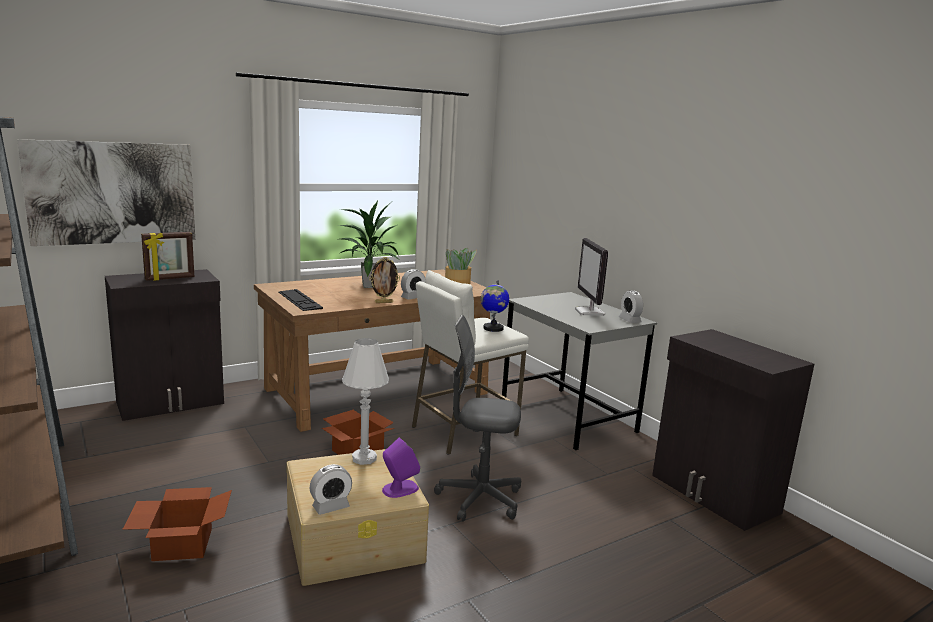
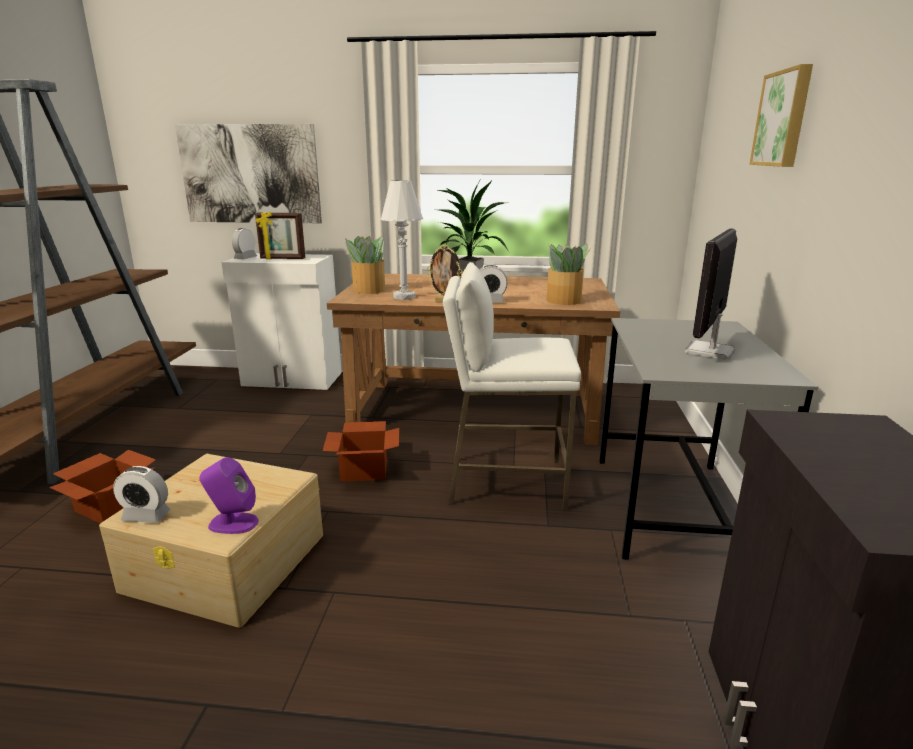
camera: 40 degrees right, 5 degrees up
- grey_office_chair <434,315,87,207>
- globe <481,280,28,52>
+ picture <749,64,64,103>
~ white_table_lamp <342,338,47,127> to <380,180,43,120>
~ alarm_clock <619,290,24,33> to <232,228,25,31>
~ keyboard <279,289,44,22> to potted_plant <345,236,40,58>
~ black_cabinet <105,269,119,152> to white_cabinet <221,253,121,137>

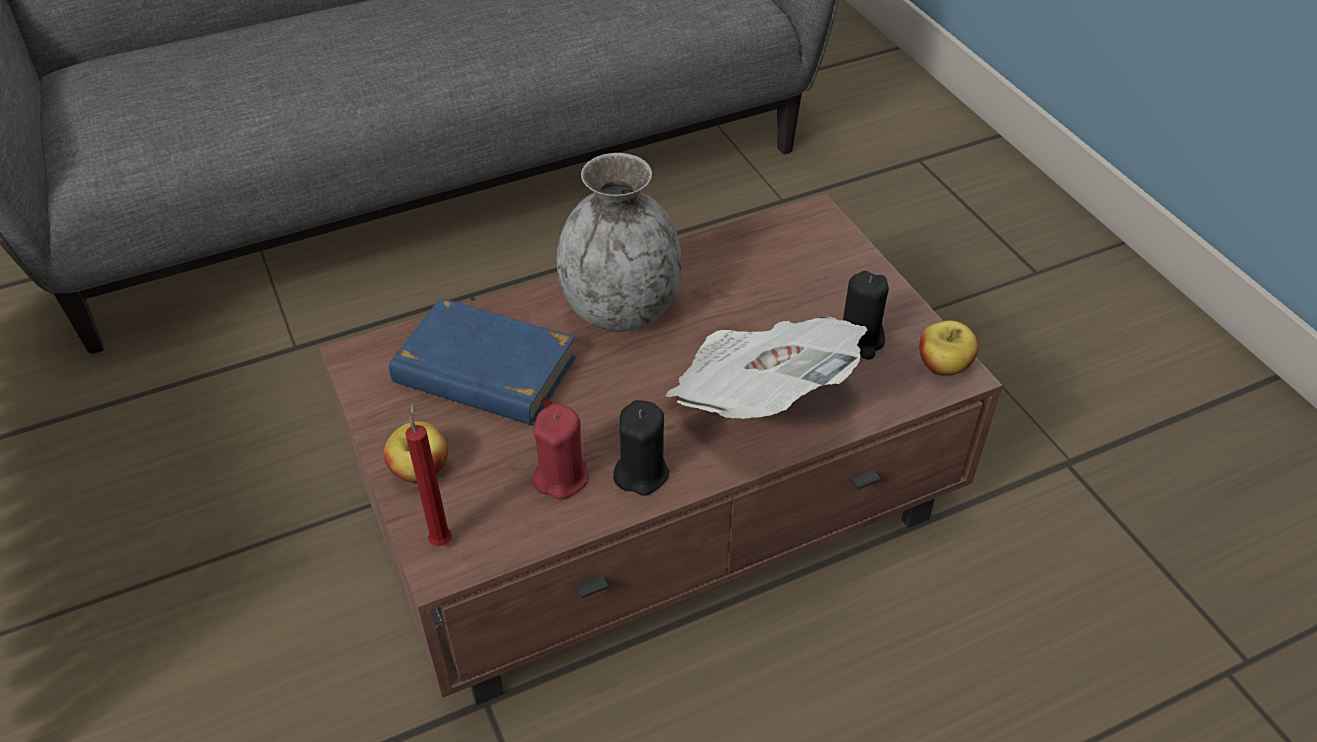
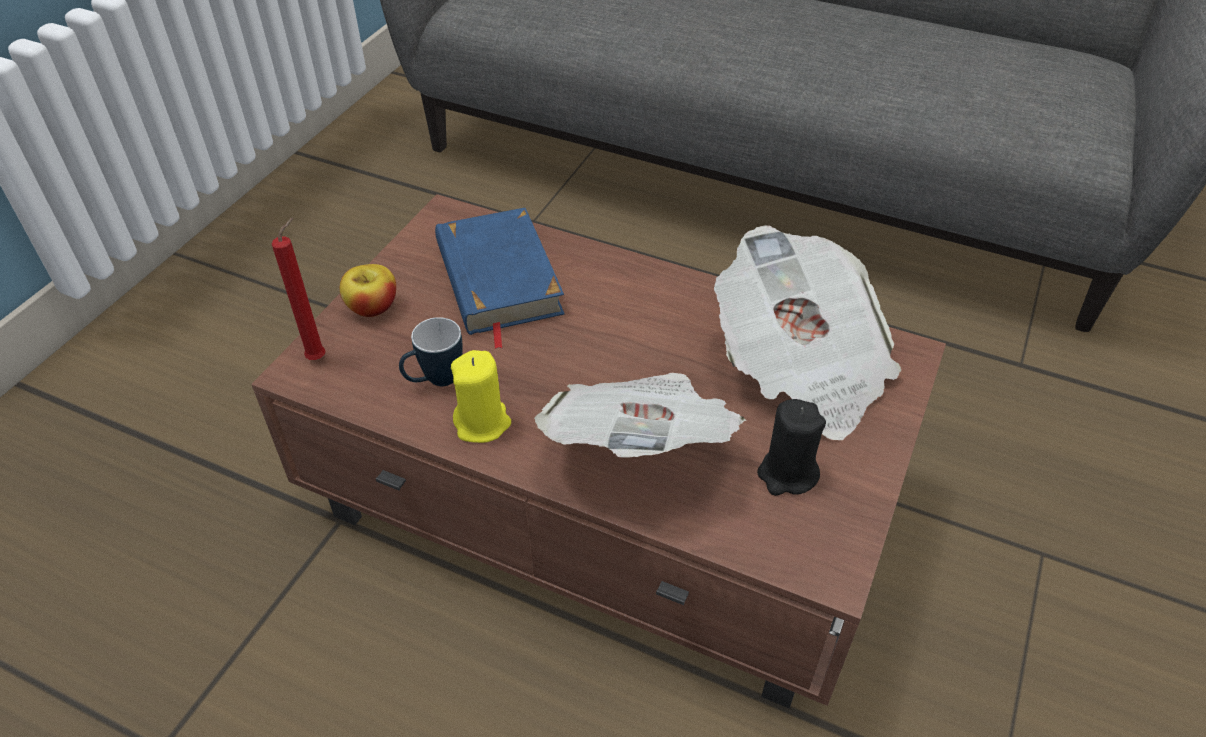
camera: 50 degrees right, 0 degrees up
- grey_vase <556,153,126,179>
- apple <919,321,59,55>
+ newspaper <714,225,187,215>
~ red_candle <532,404,57,96> to mug <399,317,64,69>
~ black_candle <613,400,56,95> to yellow_candle <451,350,60,93>

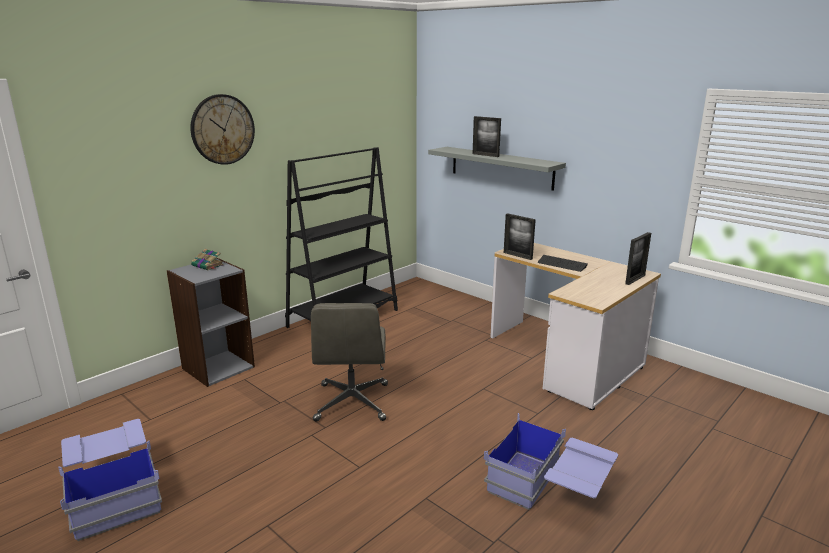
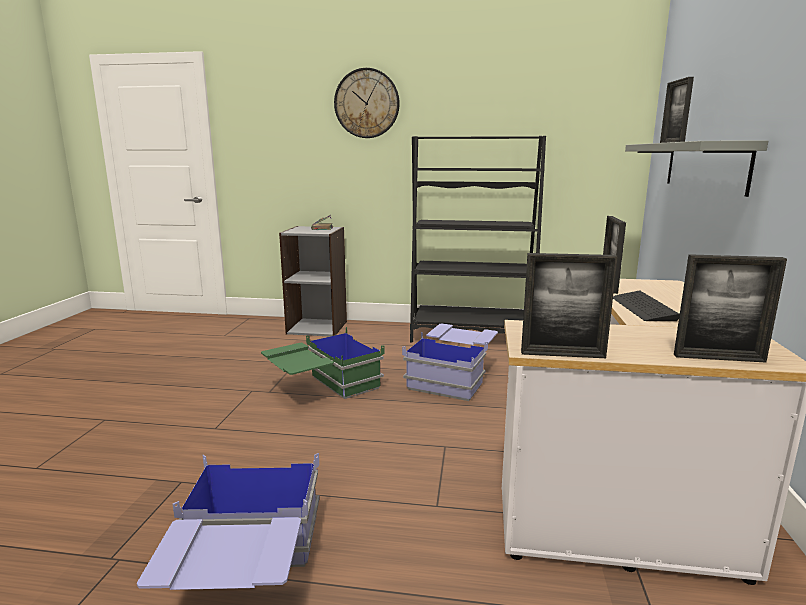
camera: 55 degrees right, 5 degrees down
+ picture_frame <521,253,96,105>
~ blue_storage_box <58,419,104,122> to <402,324,96,77>
~ grey_office_chair <311,303,77,119> to green_storage_box <261,327,124,72>

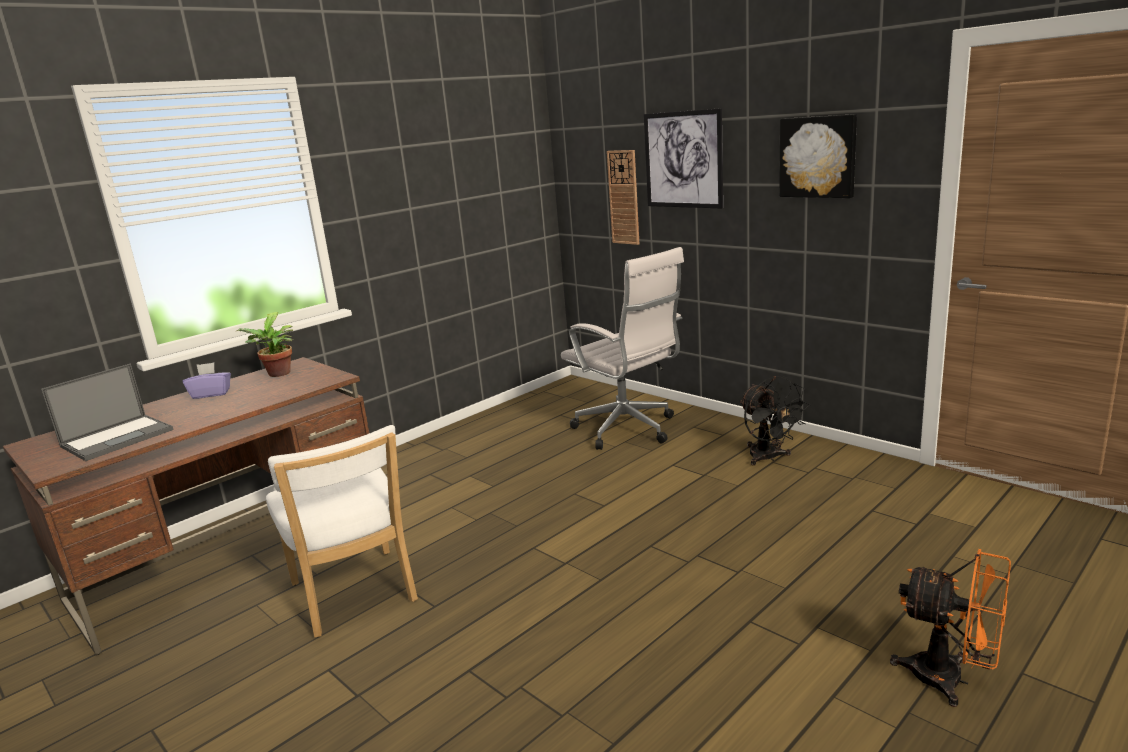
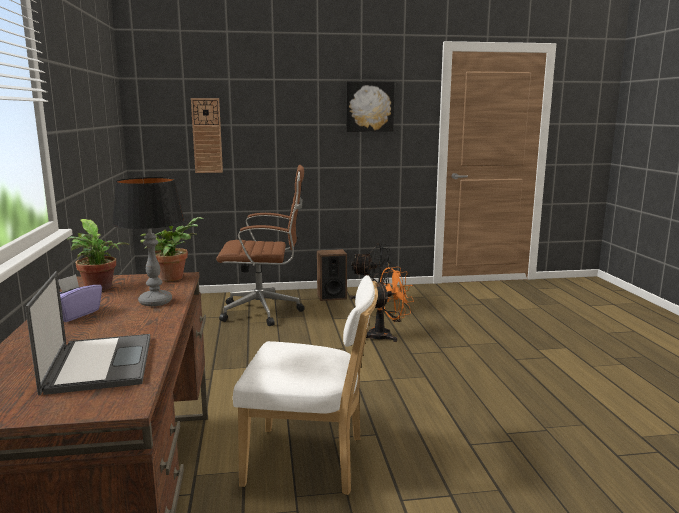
camera: 55 degrees left, 5 degrees down
- picture <644,108,79,101>
+ table_lamp <112,177,73,129>
+ potted_plant <140,217,63,64>
+ speaker <317,249,30,52>
~ orange_fan <890,549,121,158> to <366,267,48,75>
~ white_office_chair <561,247,123,203> to brown_office_chair <216,165,89,161>

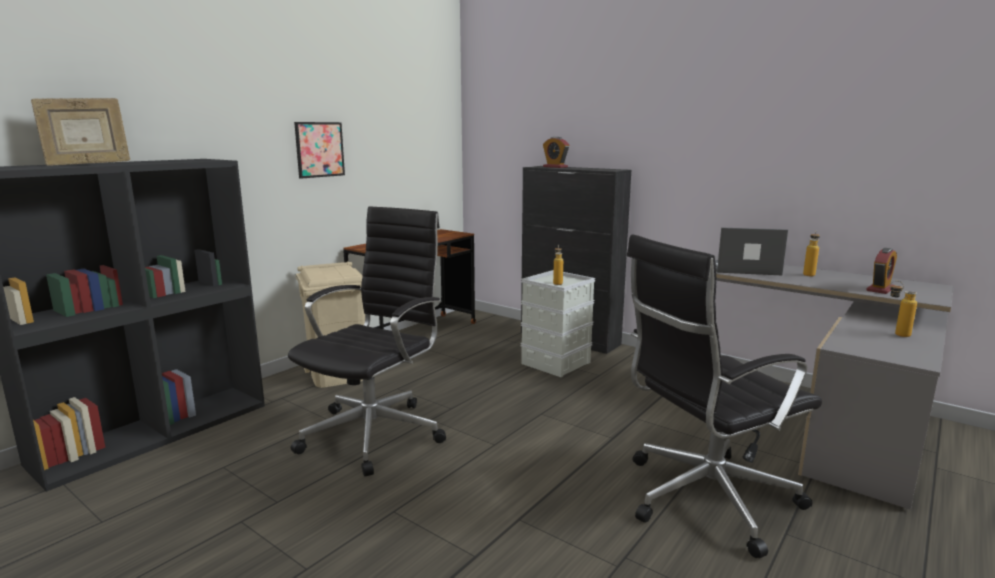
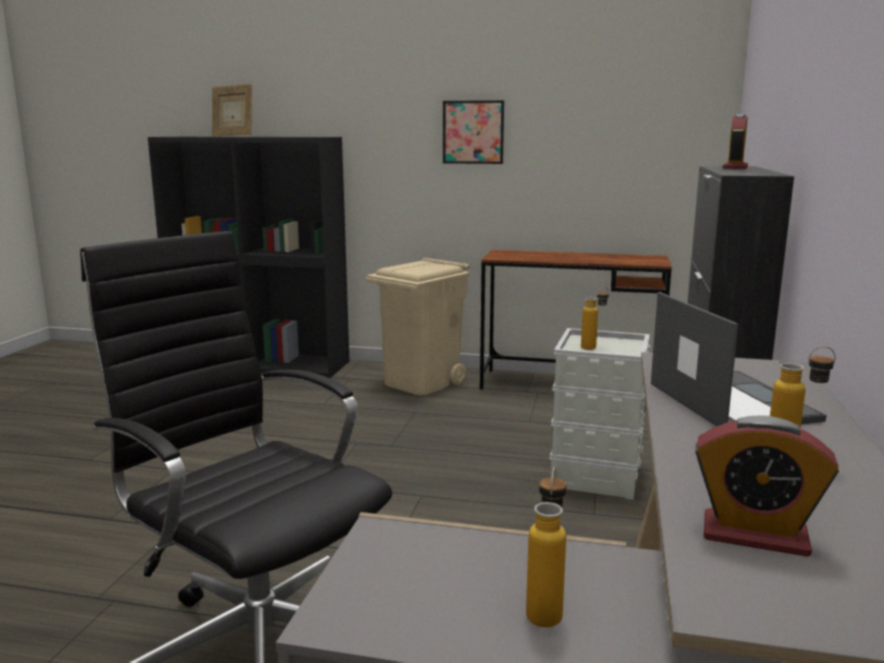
camera: 65 degrees right, 0 degrees up
- black_office_chair <288,206,158,270>

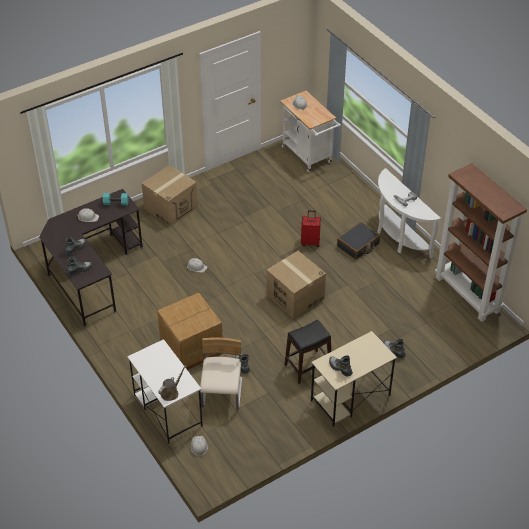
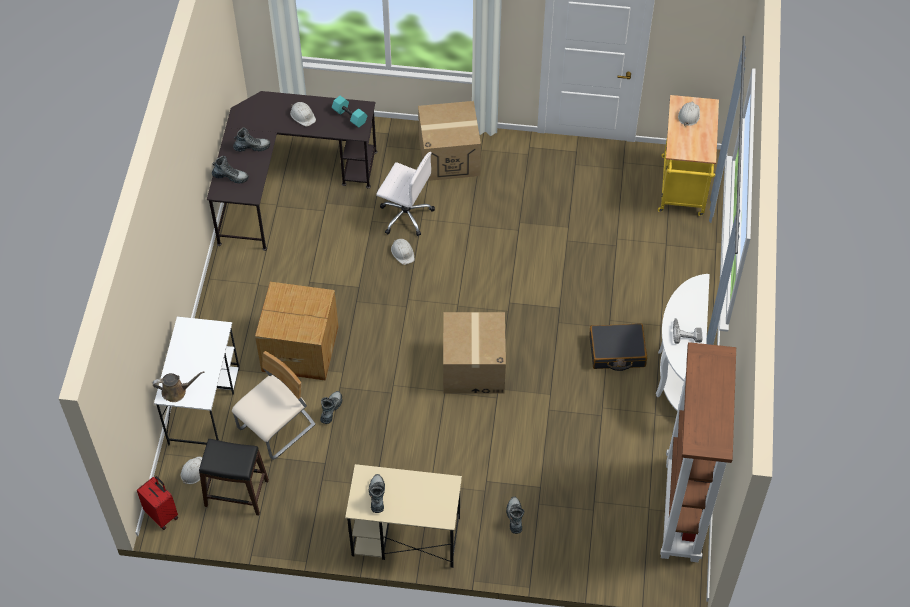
camera: 40 degrees right, 10 degrees up
+ white_office_chair <376,152,59,84>
~ black_stool <284,320,47,64> to <199,439,70,76>
~ red_suitcase <301,210,20,37> to <137,476,41,54>
~ white_cart <280,91,61,81> to yellow_cart <658,95,61,121>

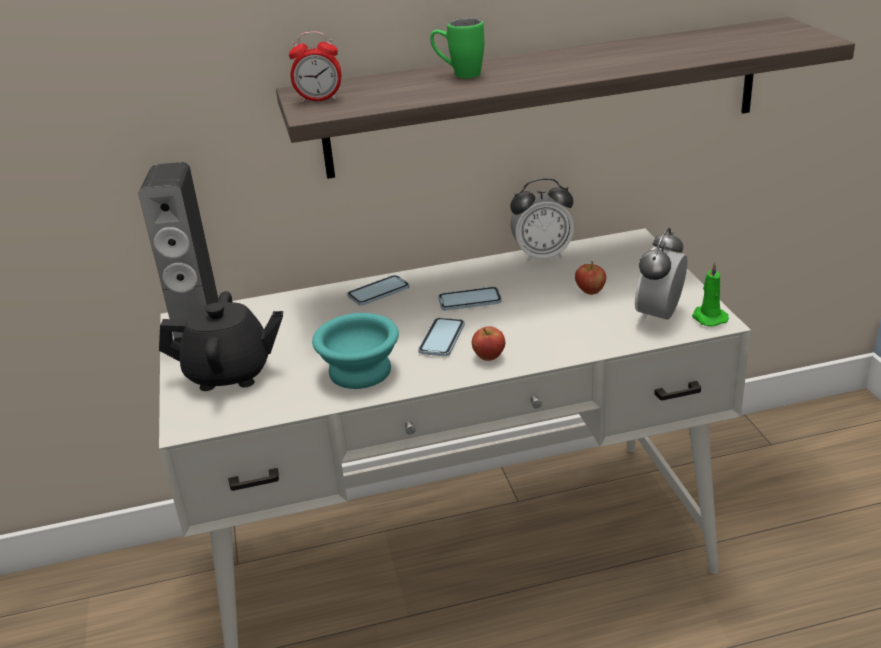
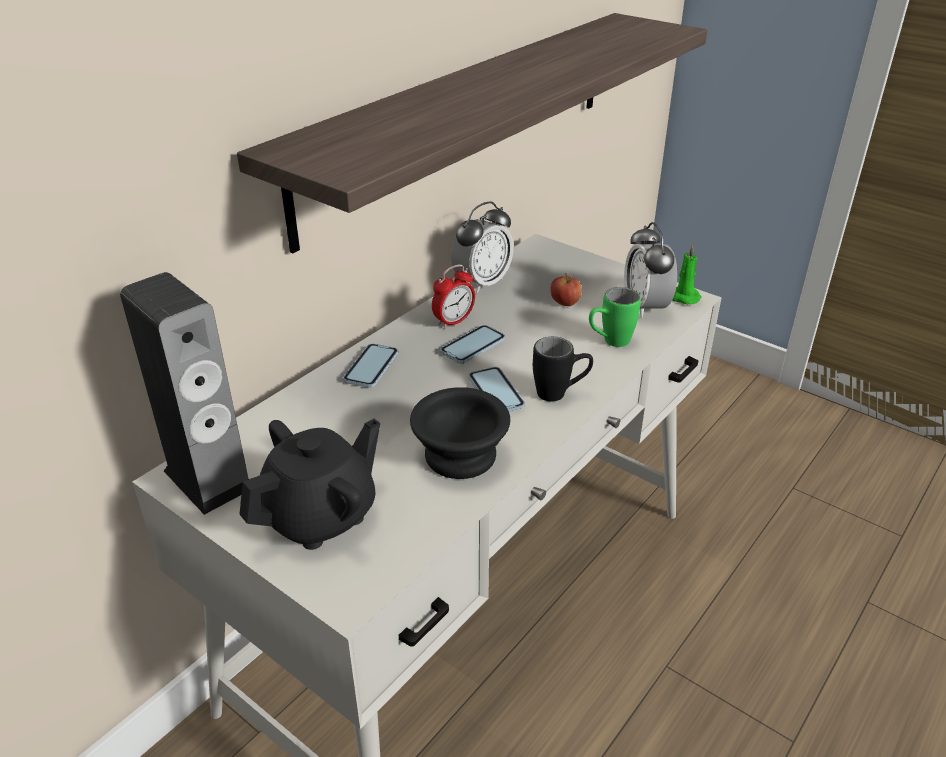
camera: 40 degrees left, 5 degrees up
~ alarm_clock <289,32,53,71> to <432,264,43,65>
~ green_mug <430,18,54,60> to <589,287,52,60>
~ apple <472,326,33,35> to black_mug <533,337,60,65>
~ turquoise_bowl <312,313,87,76> to black_bowl <410,387,100,92>

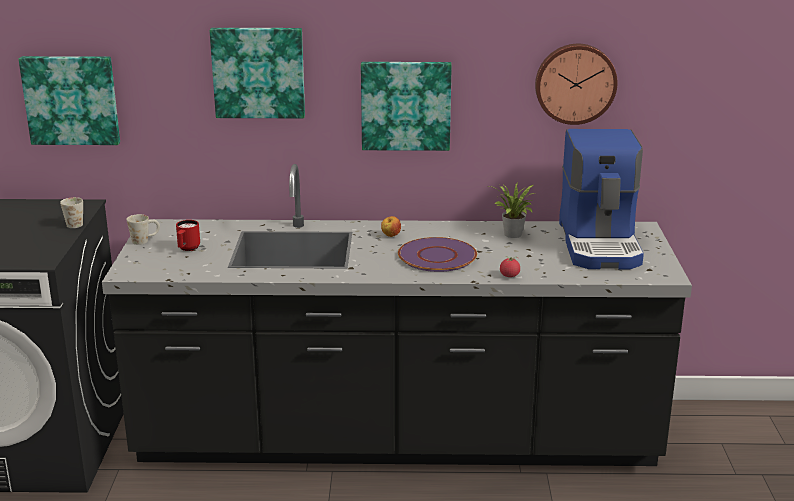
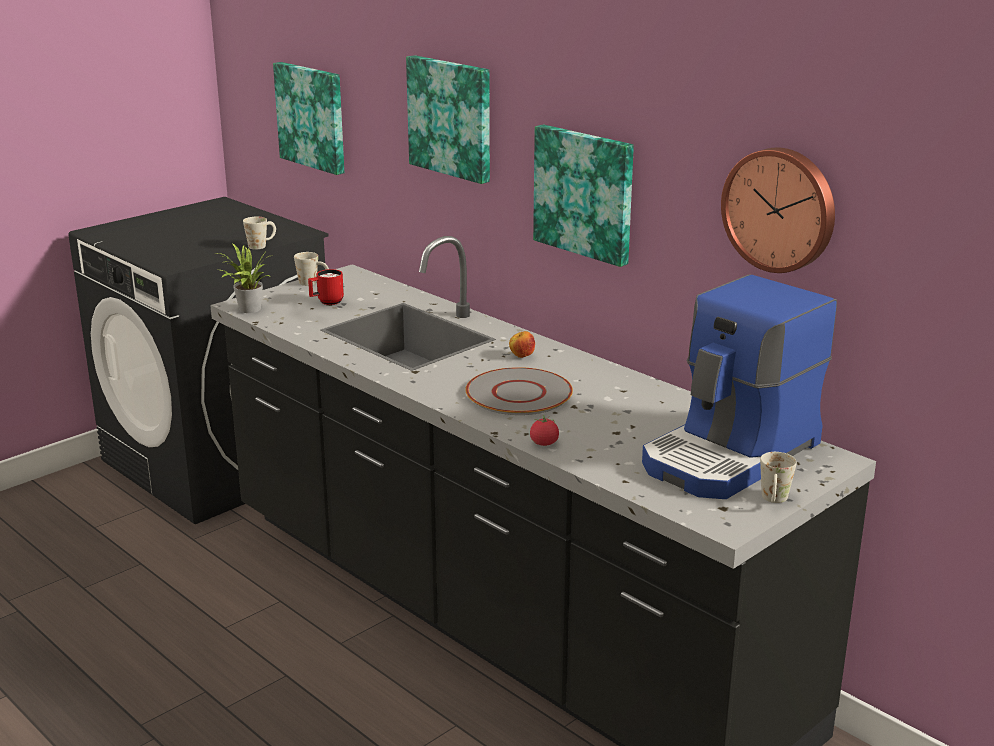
camera: 45 degrees right, 0 degrees up
+ white_mug <760,452,37,51>
~ potted_plant <489,181,45,57> to <218,244,51,69>
~ purple_plate <398,237,79,35> to grey_plate <465,367,108,48>

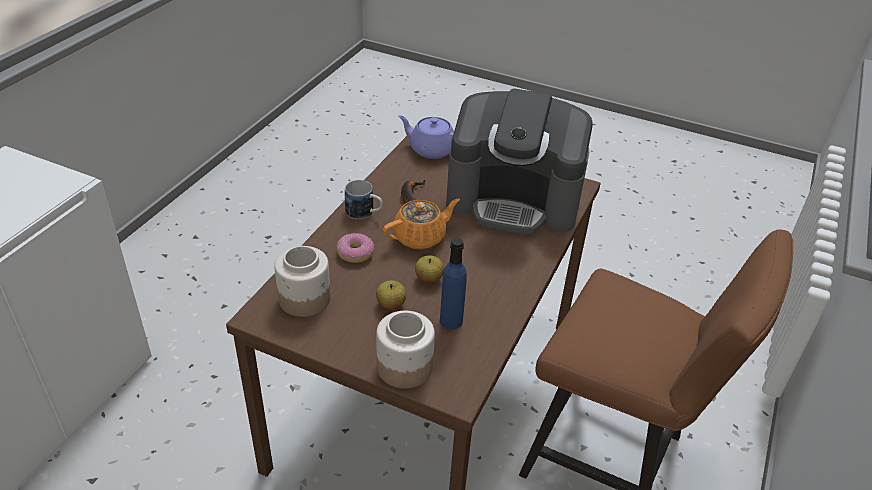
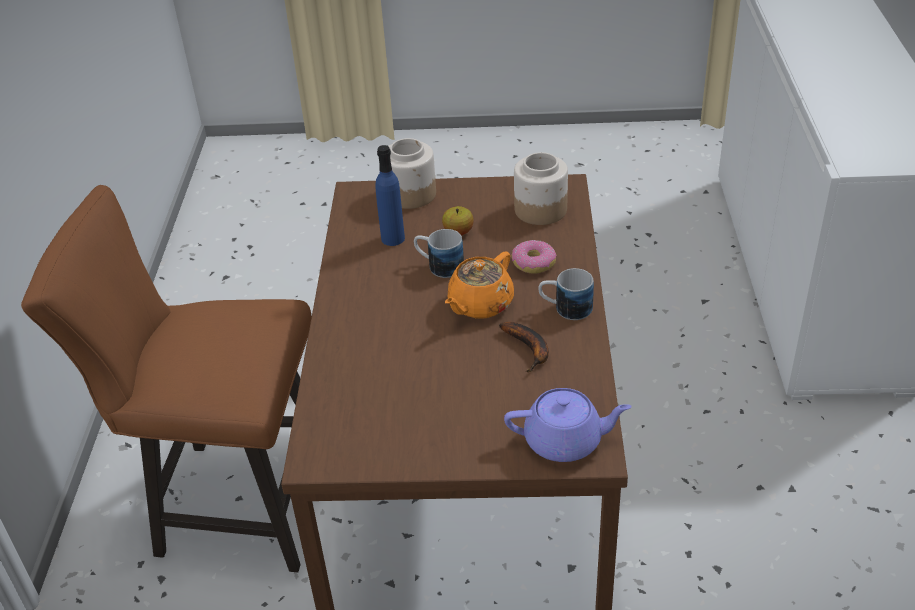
camera: 160 degrees right, 0 degrees up
- coffee_machine <446,89,147,145>
~ apple <415,256,29,27> to mug <414,229,50,49>

